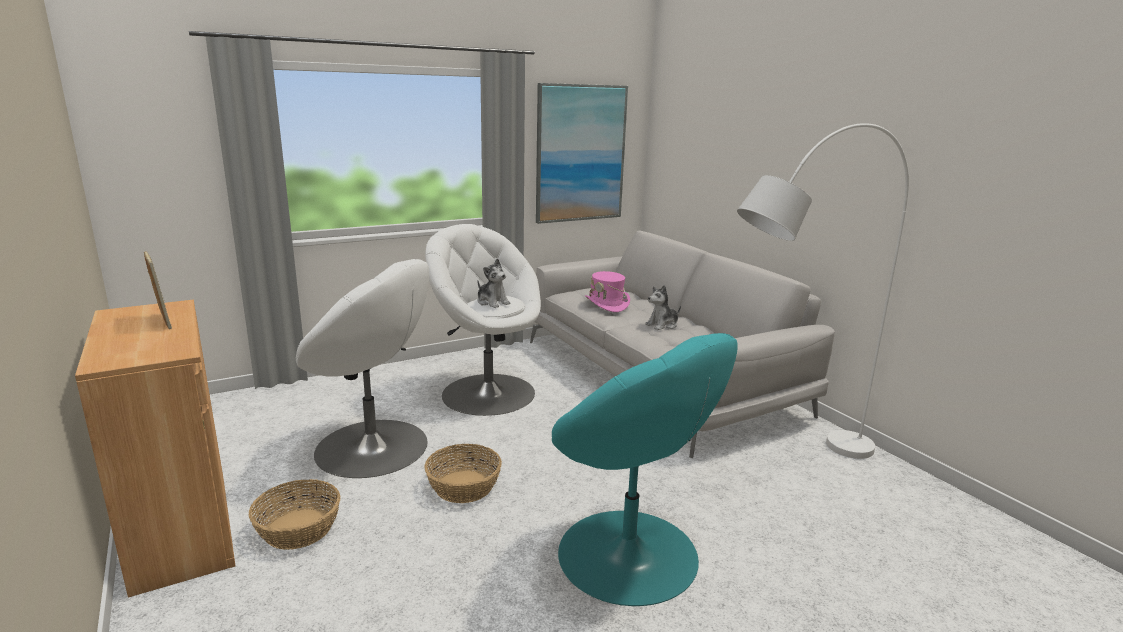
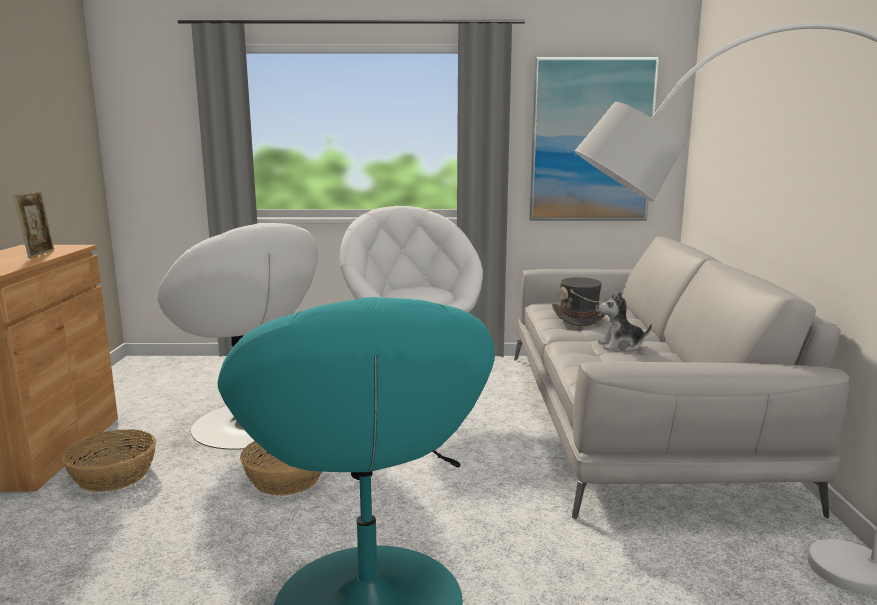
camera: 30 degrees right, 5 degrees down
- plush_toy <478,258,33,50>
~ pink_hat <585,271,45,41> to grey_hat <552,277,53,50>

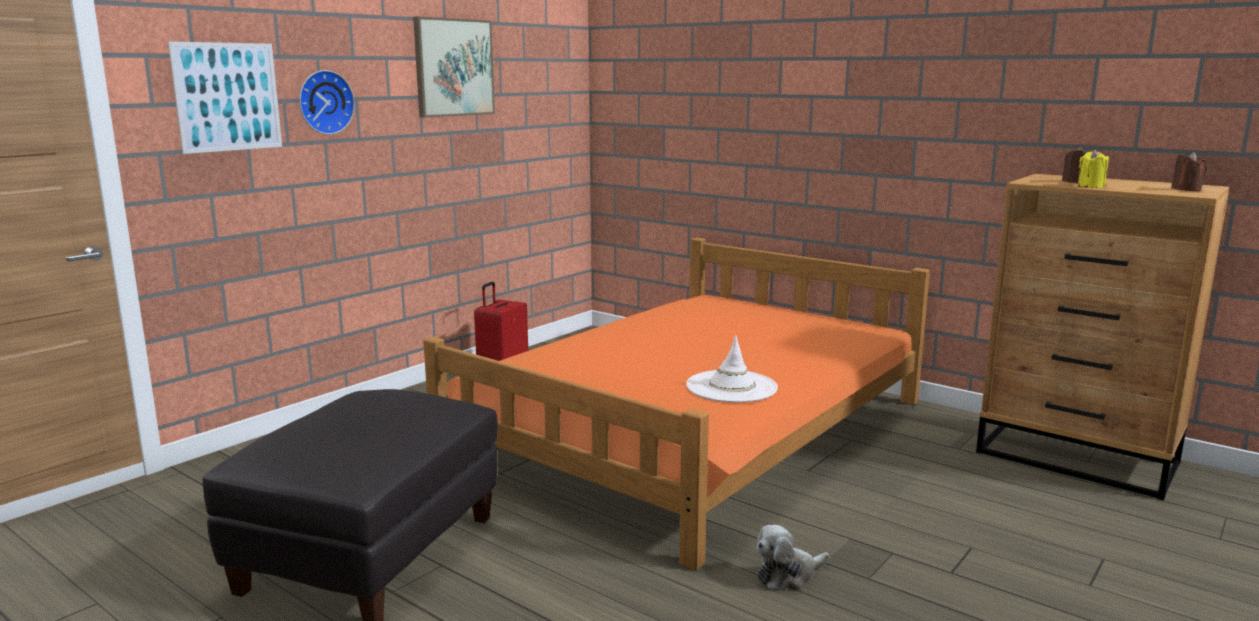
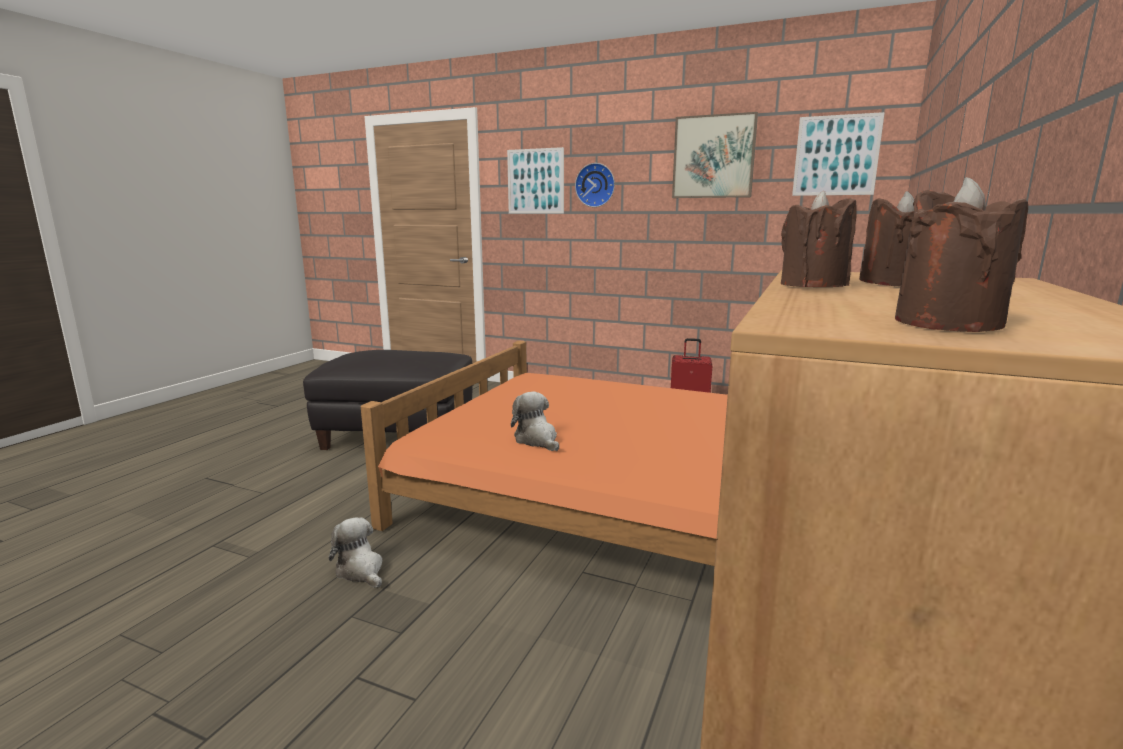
camera: 75 degrees right, 0 degrees up
+ picture <792,112,93,84>
~ white_hat <686,335,92,68> to plush_toy <511,392,48,59>
~ yellow_candle <1078,150,31,38> to brown_candle <781,191,76,96>

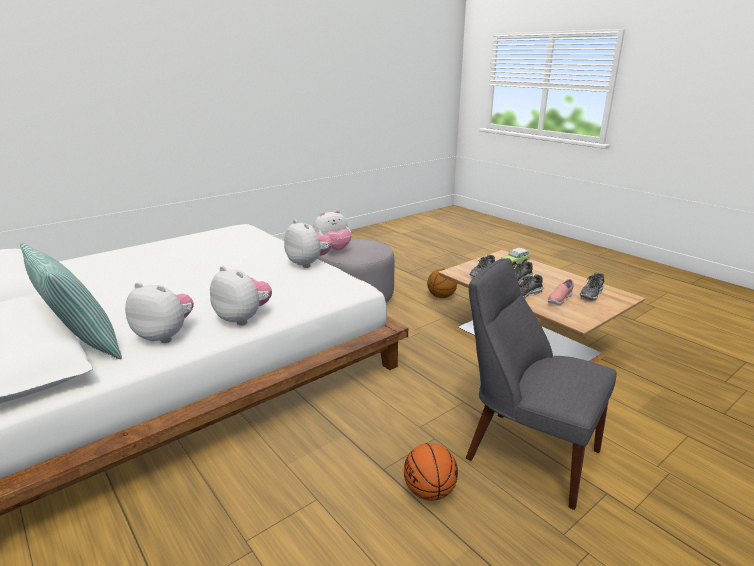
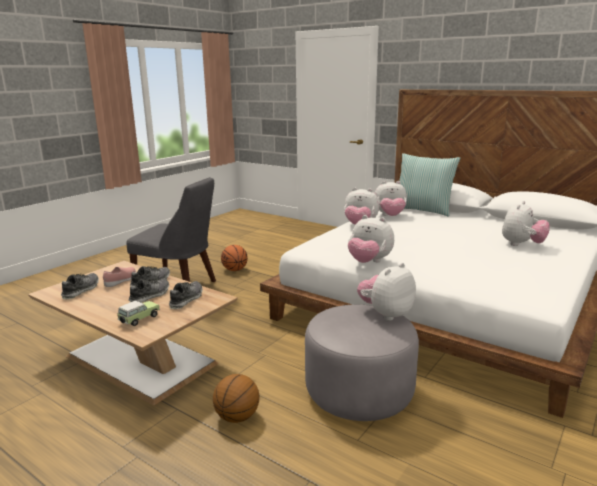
camera: 165 degrees right, 5 degrees down
+ plush_toy <502,201,48,45>

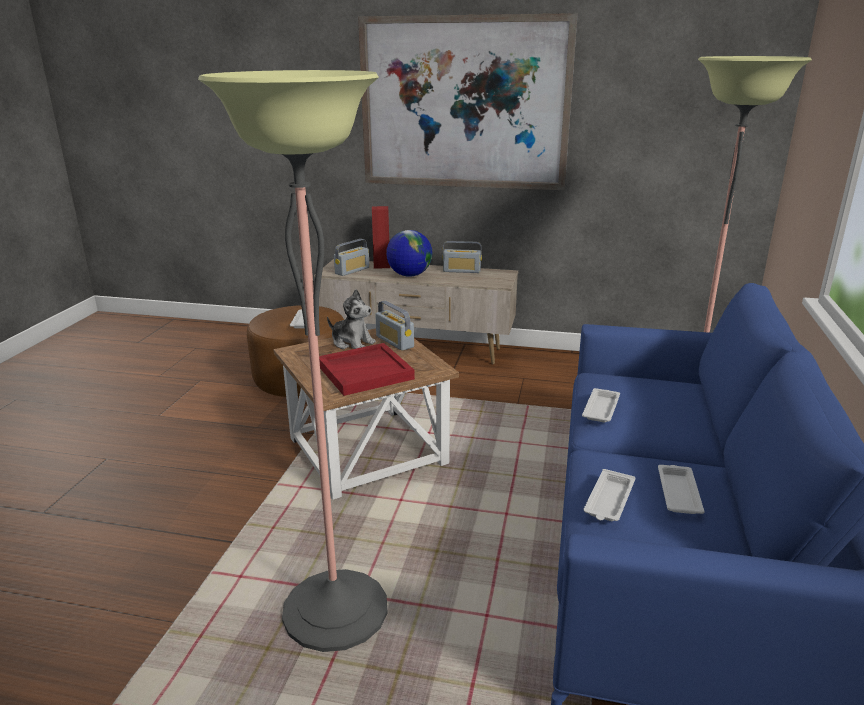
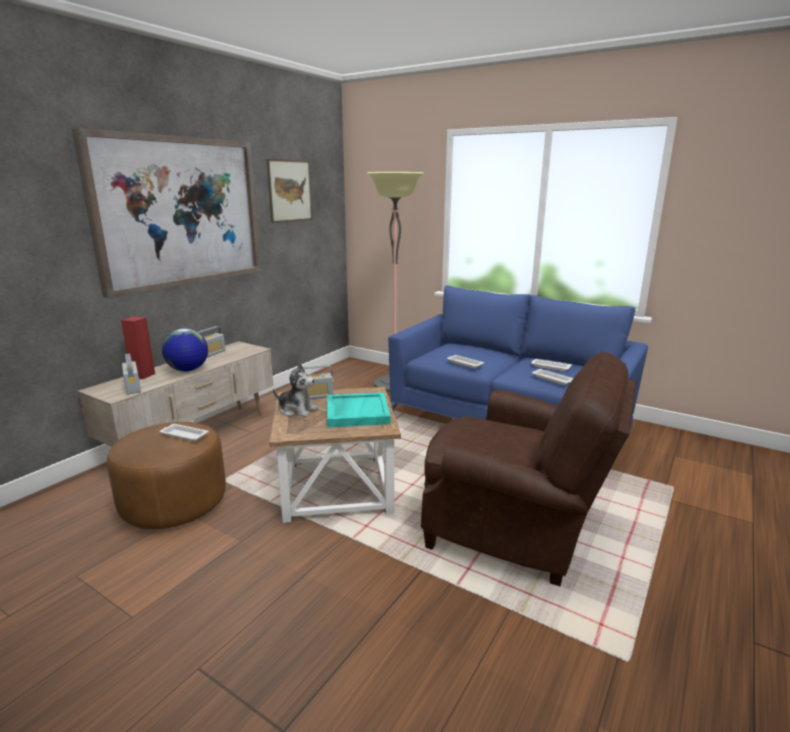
camera: 70 degrees left, 5 degrees down
+ picture <267,159,45,64>
~ floor_lamp <198,70,190,582> to brown_armchair <421,351,215,235>
~ red_tray <319,343,96,53> to turquoise_tray <327,392,64,35>
~ plush_toy <327,289,49,60> = <273,363,45,54> 60 degrees clockwise

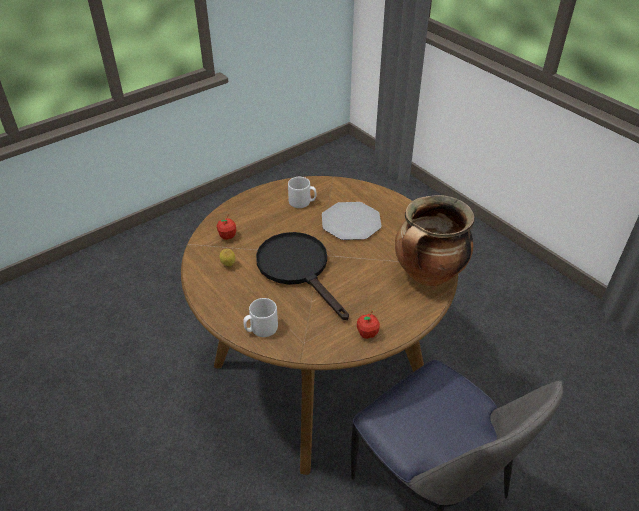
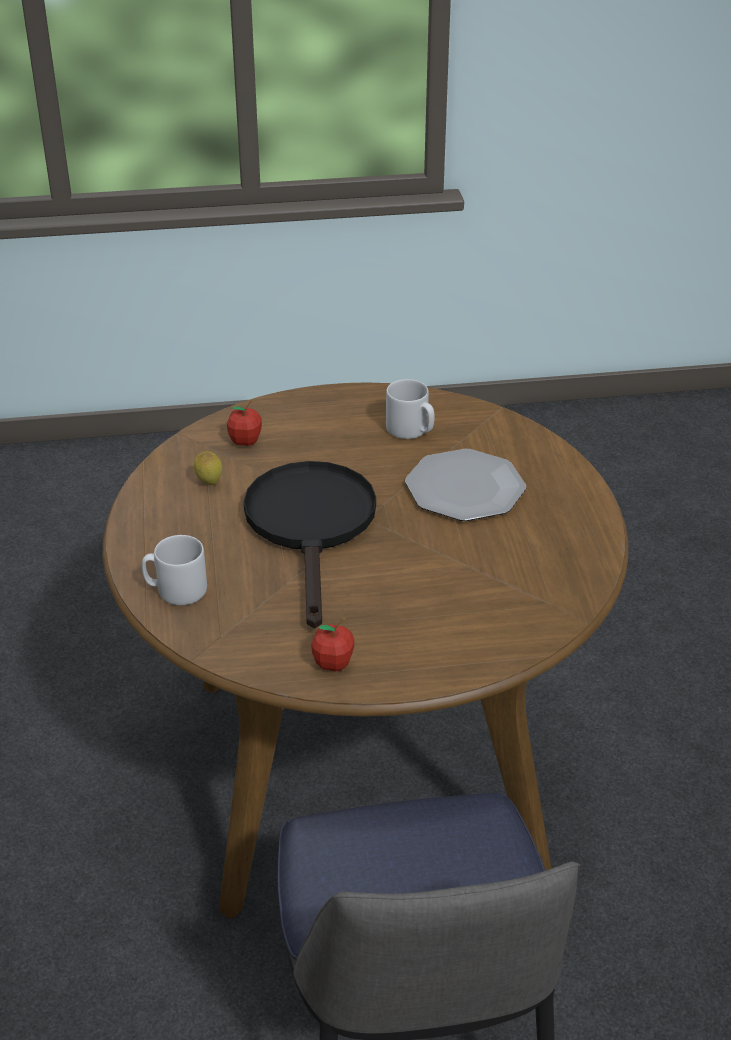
camera: 30 degrees right, 5 degrees down
- cooking_pot <395,195,80,92>

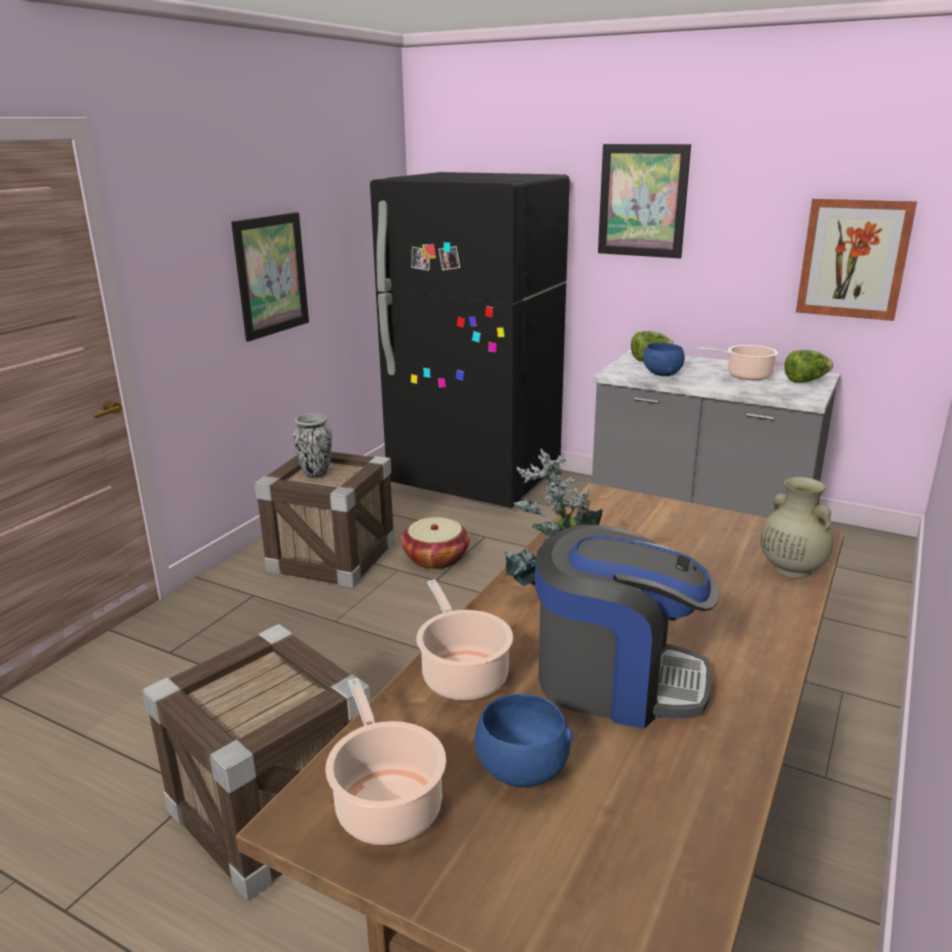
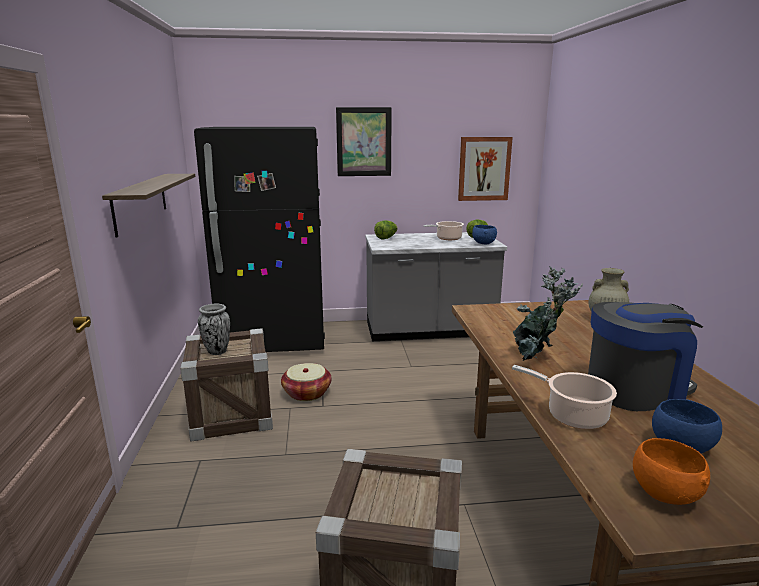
camera: 35 degrees left, 5 degrees down
~ blue_bowl <643,343,42,33> to <472,225,25,19>
~ picture <231,212,78,130> to shelf <102,174,94,63>
~ cooking_pot <325,678,121,167> to orange_bowl <633,438,77,67>

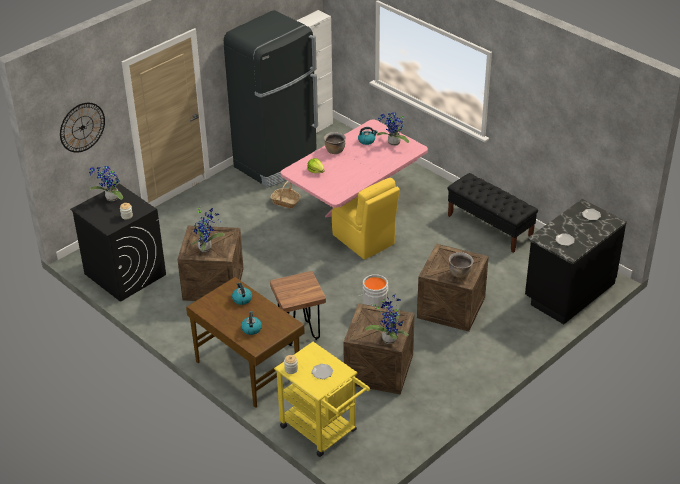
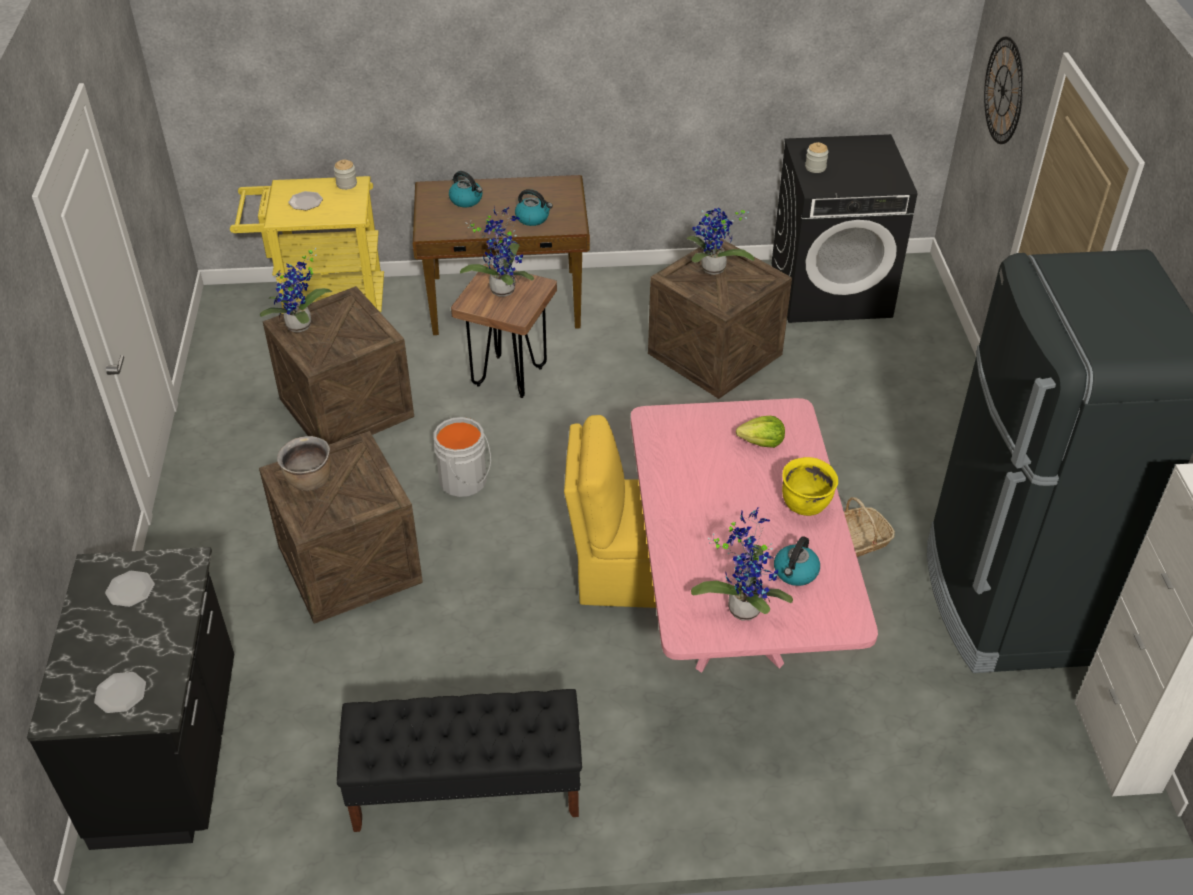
camera: 130 degrees right, 5 degrees up
~ potted_plant <89,166,34,35> to <460,206,74,91>
~ brown_cooking_pot <324,132,22,22> to yellow_cooking_pot <782,457,56,59>

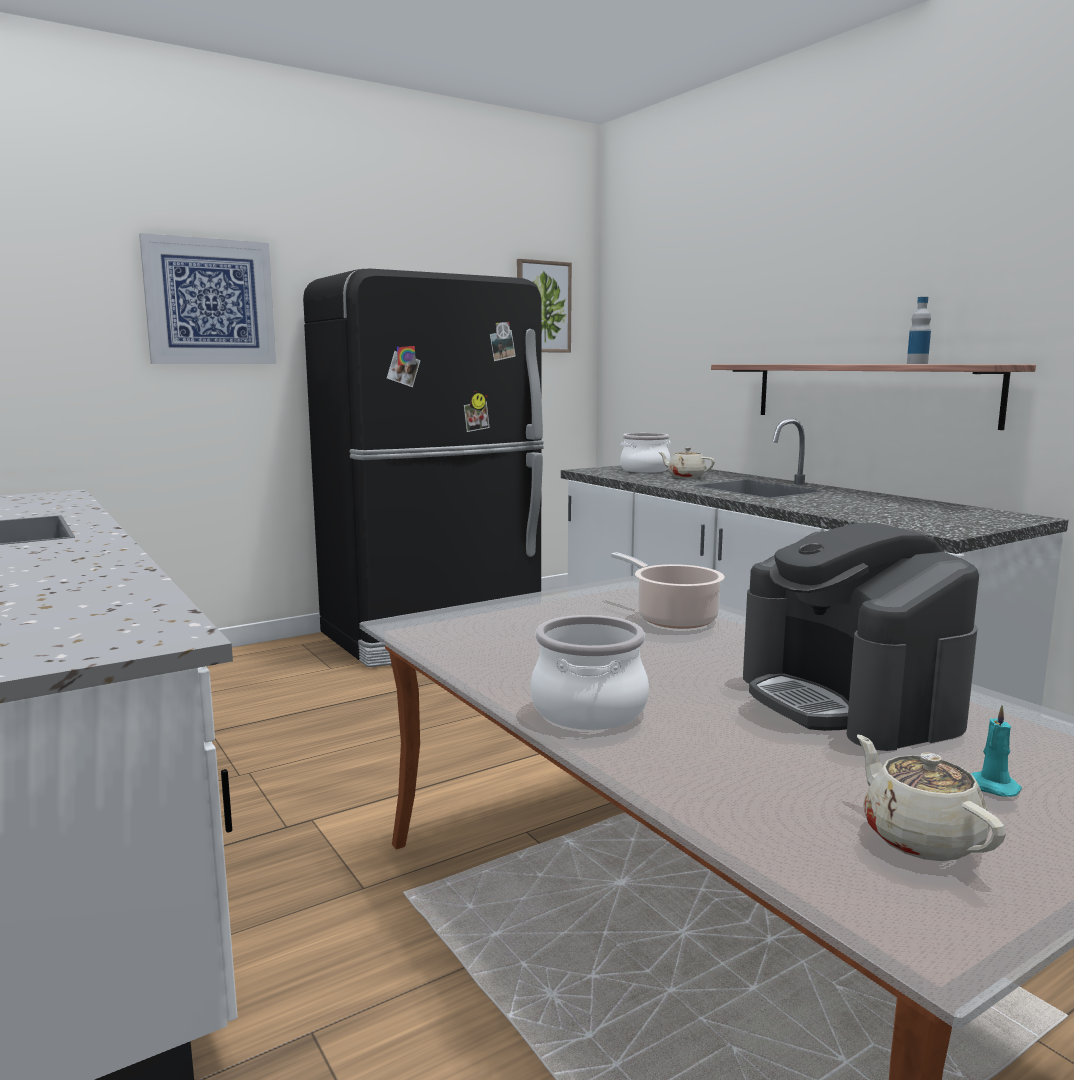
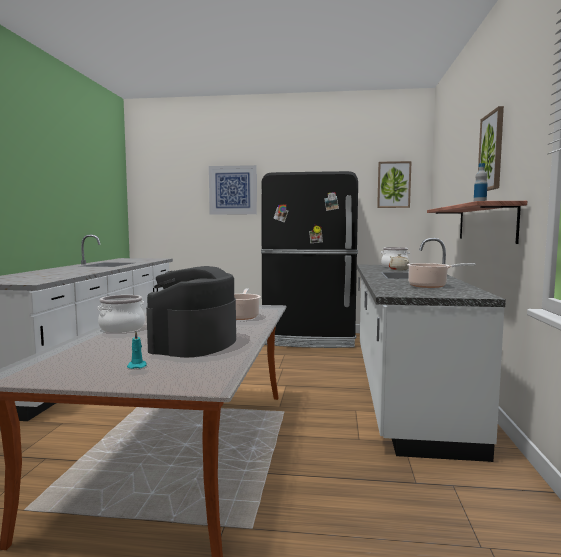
camera: 40 degrees right, 5 degrees down
- beige_teapot <857,734,149,127>
+ cooking_pot <407,263,69,25>
+ picture <478,106,26,85>

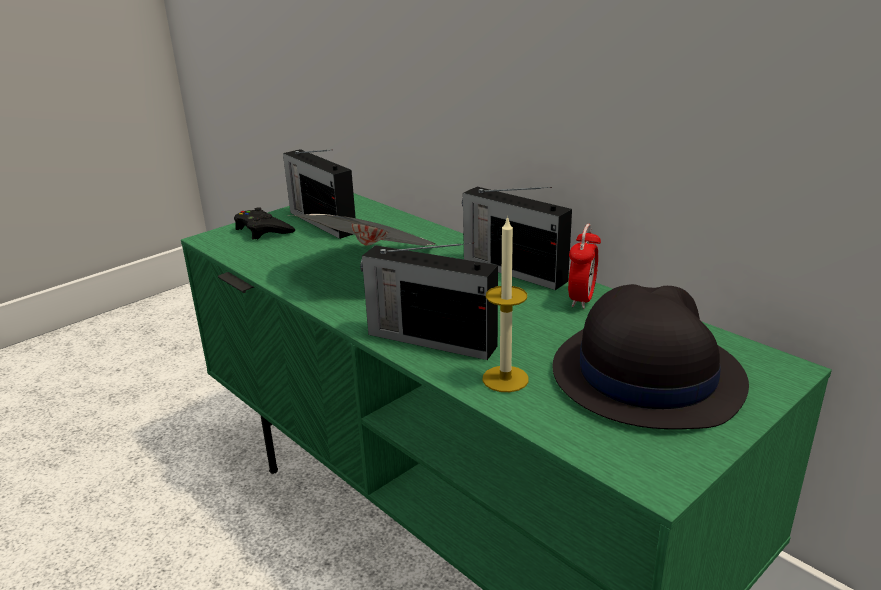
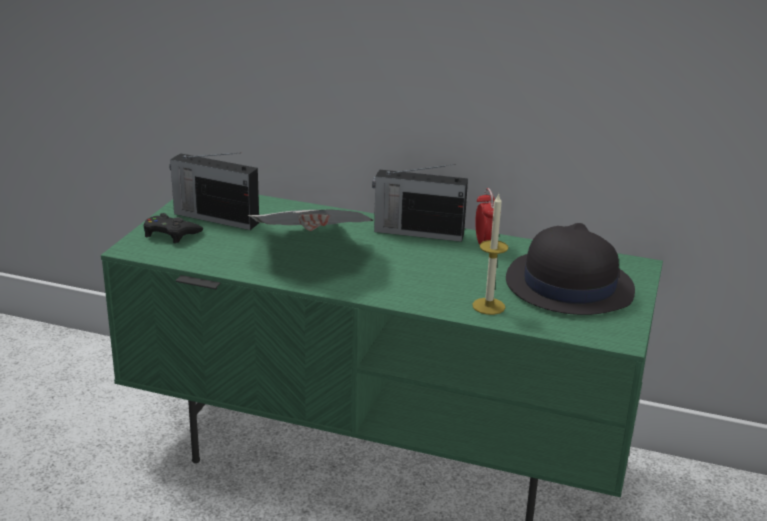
camera: 30 degrees left, 0 degrees up
- radio <360,243,138,117>

